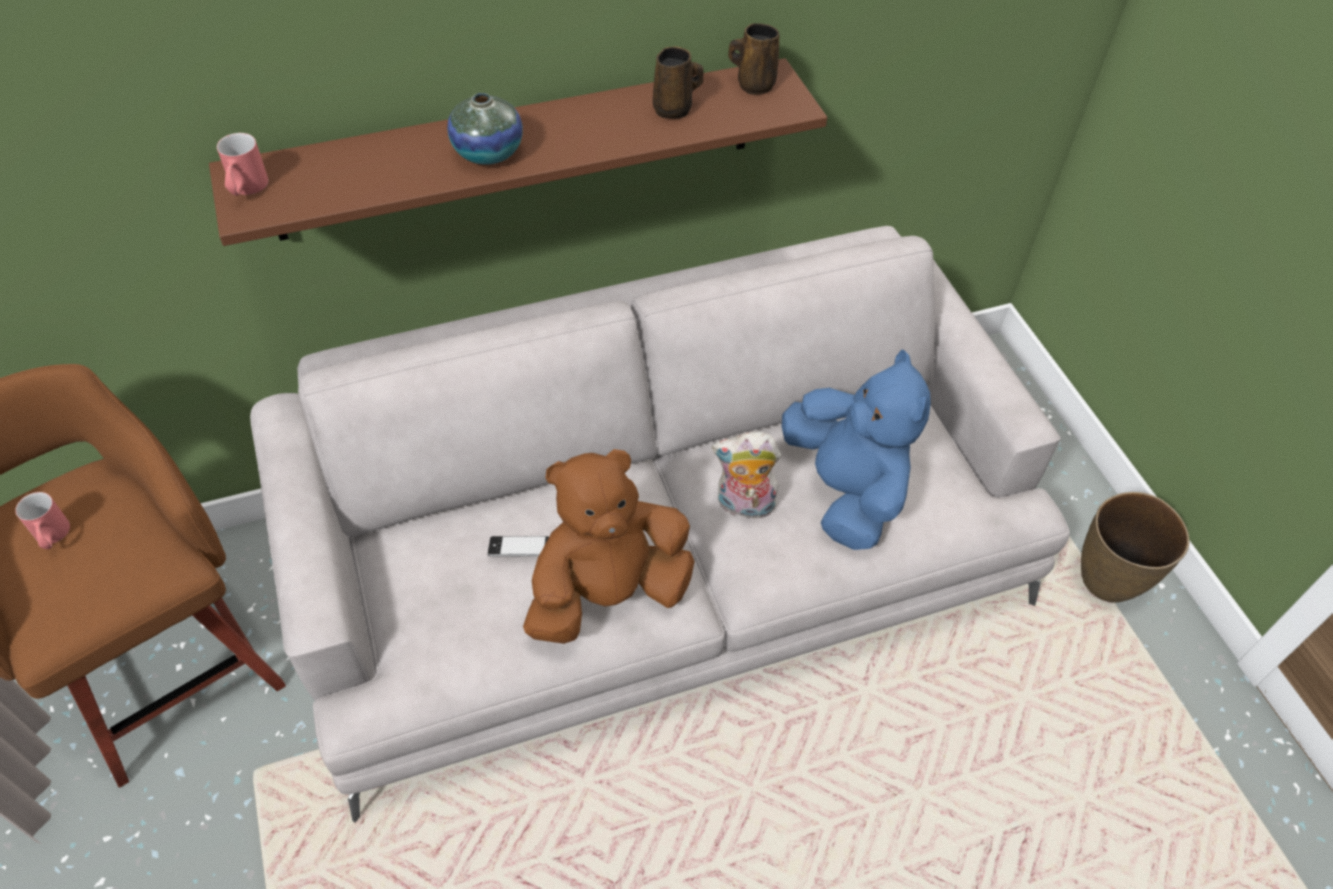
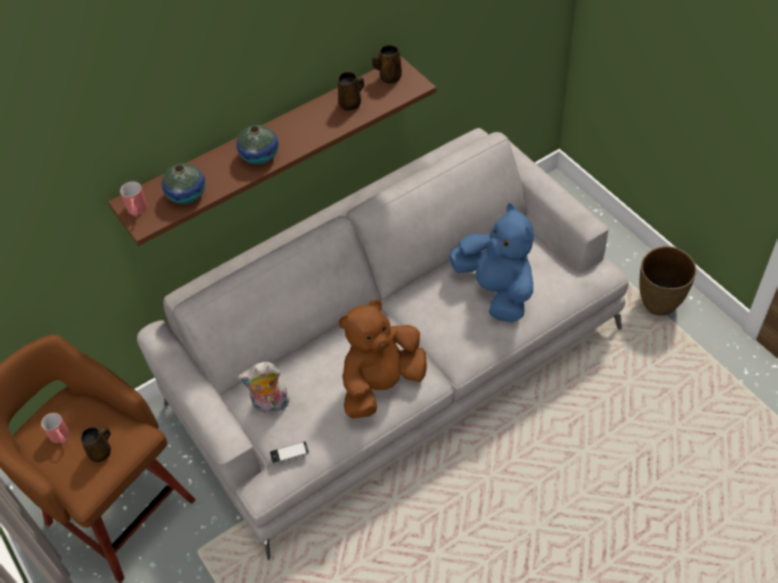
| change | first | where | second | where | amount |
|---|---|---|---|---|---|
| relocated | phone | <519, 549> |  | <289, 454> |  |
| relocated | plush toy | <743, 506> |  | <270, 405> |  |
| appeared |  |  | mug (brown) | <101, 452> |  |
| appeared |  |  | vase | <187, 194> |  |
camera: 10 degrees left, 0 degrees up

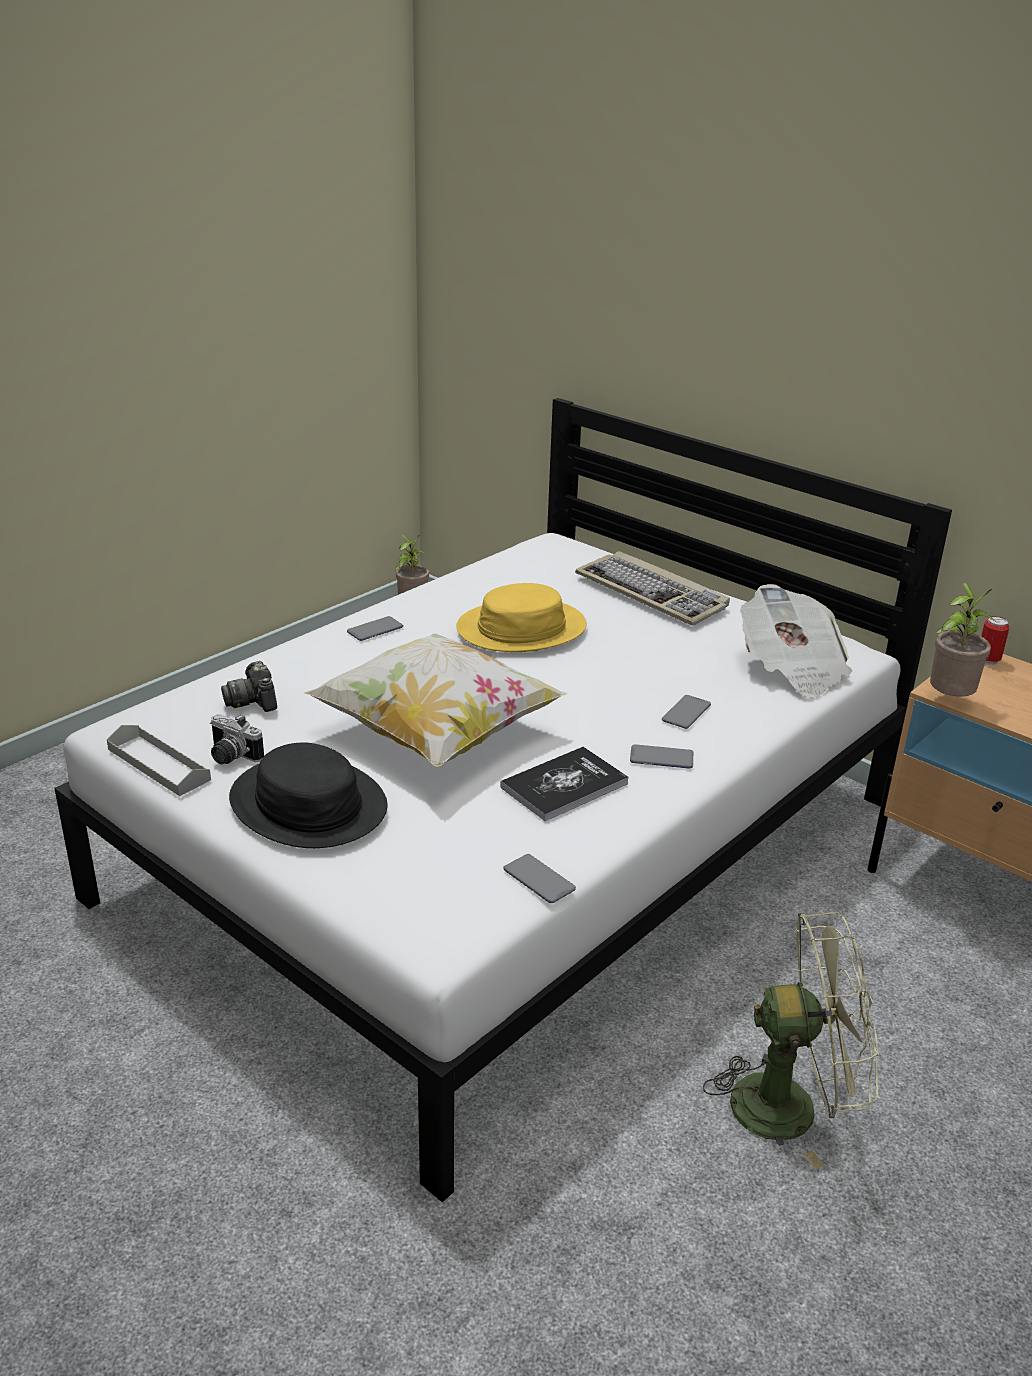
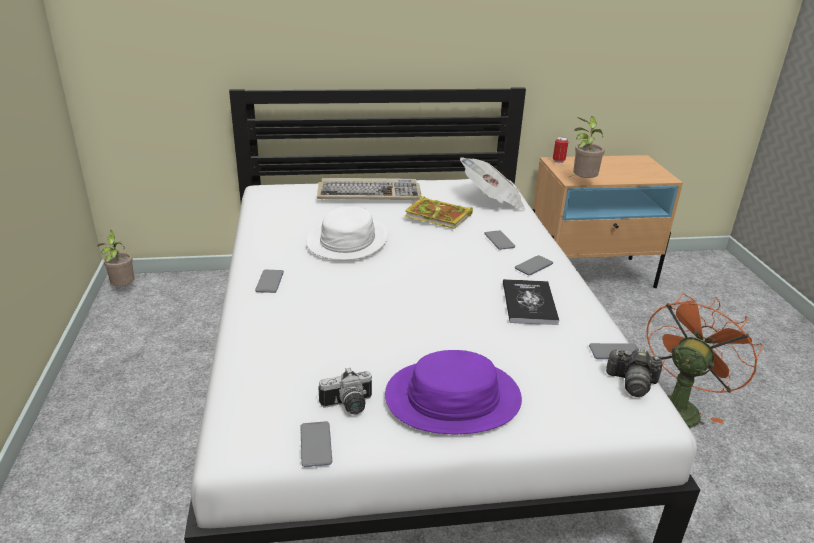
| change | first | where | second | where | amount |
|---|---|---|---|---|---|
| exchanged | tray (grey) | <158, 764> | phone | <316, 444> |  |
| relocated | photo camera | <253, 701> |  | <632, 382> |  |
| colour | hat (black) | <308, 805> | hat (purple) | <453, 398> |  |
| missing | pillow | <436, 734> |  |  |  |
| colour | hat (yellow) | <521, 628> | hat (white) | <347, 240> |  |
| colour | fan (green) | <791, 1105> | fan (orange) | <677, 406> |  |
| appeared |  |  | book | <439, 216> |  |
camera: 50 degrees left, 0 degrees up

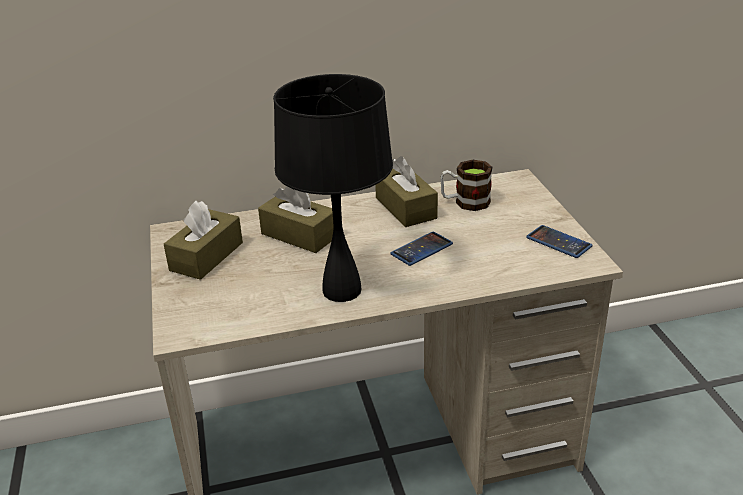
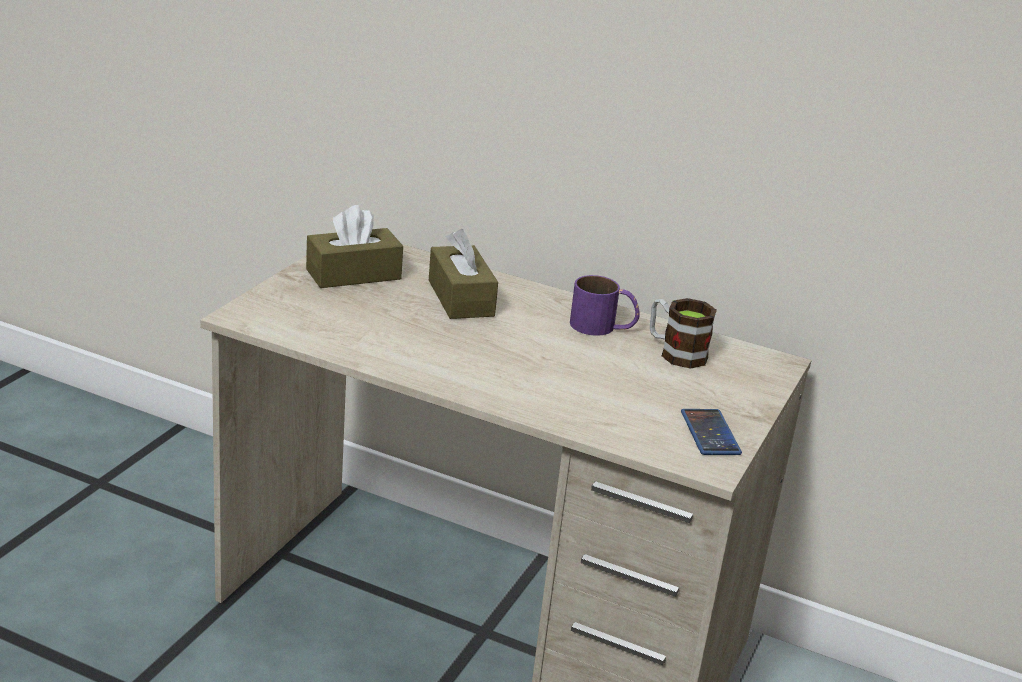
| change | first | where | second | where | amount |
|---|---|---|---|---|---|
| missing | table lamp (black) | <341, 290> |  |  |  |
| exchanged | tissue box (brown) | <405, 208> | mug (purple) | <603, 327> |  |
| missing | phone | <421, 249> |  |  |  |
camera: 35 degrees right, 5 degrees down

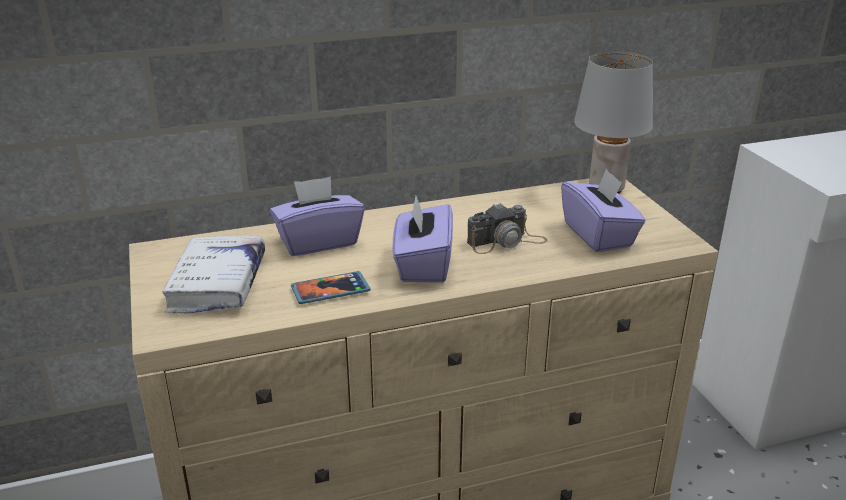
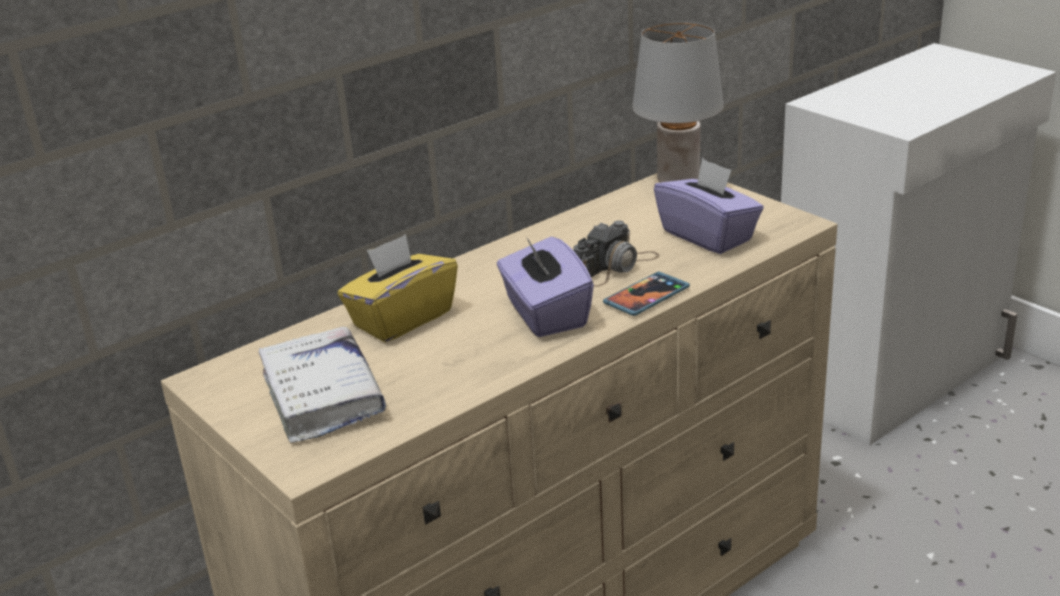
| change | first | where | second | where | amount |
|---|---|---|---|---|---|
| colour | tissue box (purple) | <318, 242> | tissue box (yellow) | <402, 319> |  |
| relocated | phone | <330, 290> |  | <646, 297> |  |
camera: 20 degrees left, 0 degrees up

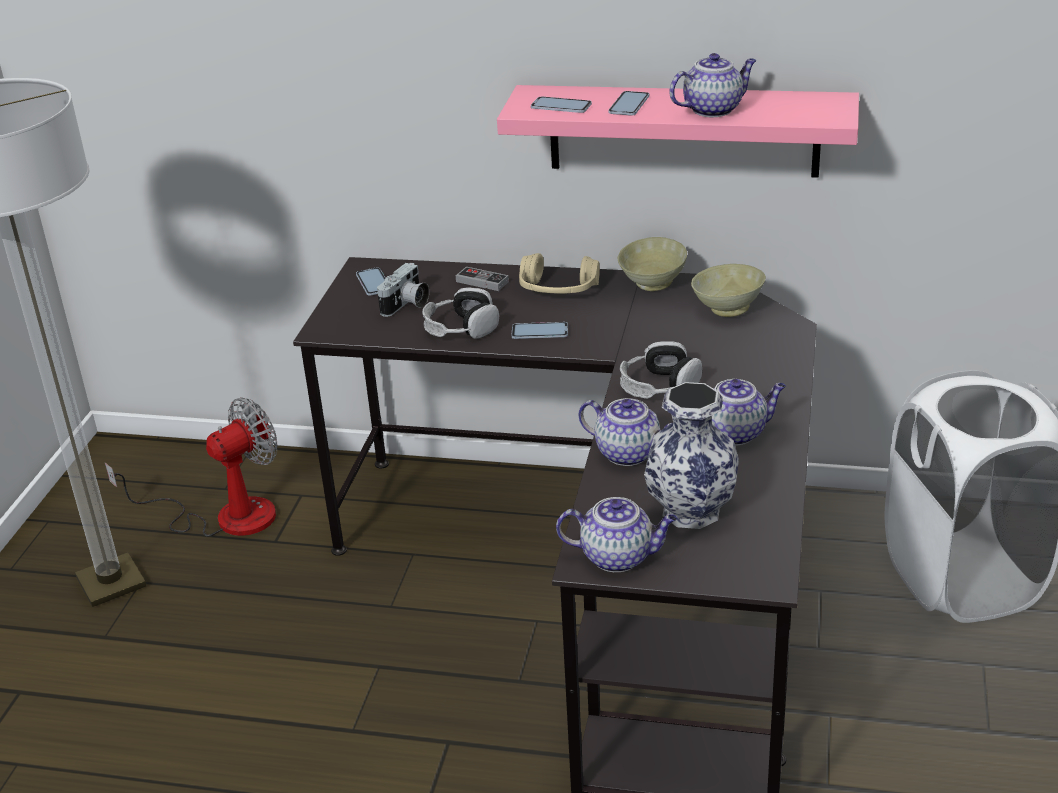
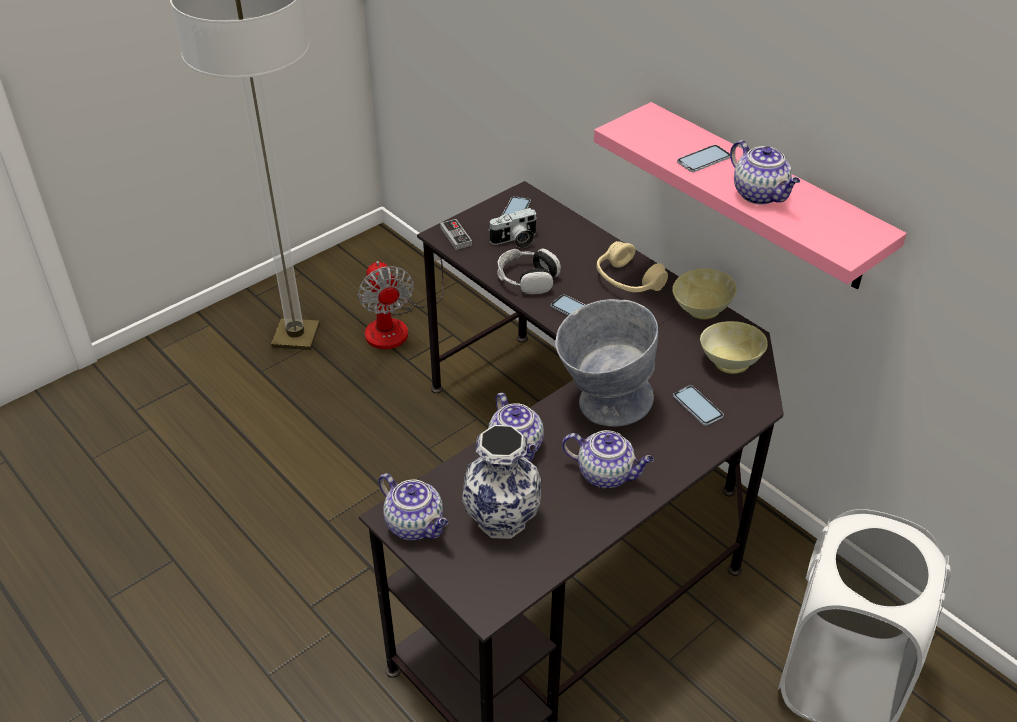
| change | first | where | second | where | amount |
|---|---|---|---|---|---|
| spun | fan | <225, 516> |  | <396, 325> | 75 degrees clockwise |
| relocated | game controller | <482, 281> |  | <456, 236> |  |
| relocated | phone | <561, 106> |  | <698, 406> |  |
| exchanged | headphones | <659, 386> | bowl (grey) | <601, 403> |  |
| spun | teapot | <713, 109> |  | <760, 195> | 45 degrees clockwise |
camera: 35 degrees right, 10 degrees up

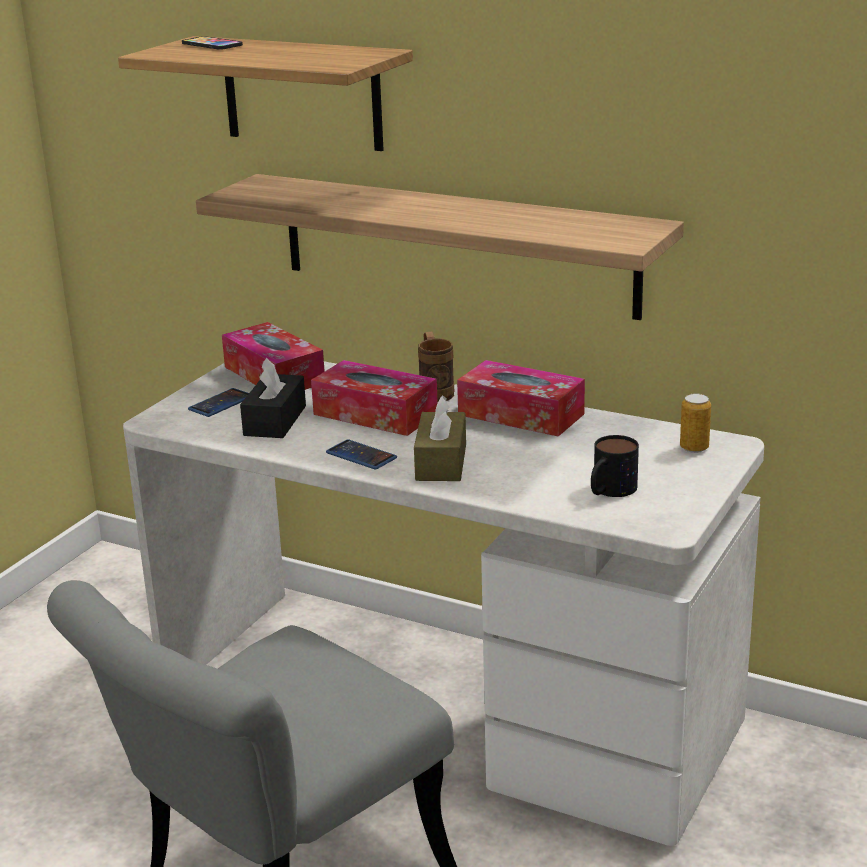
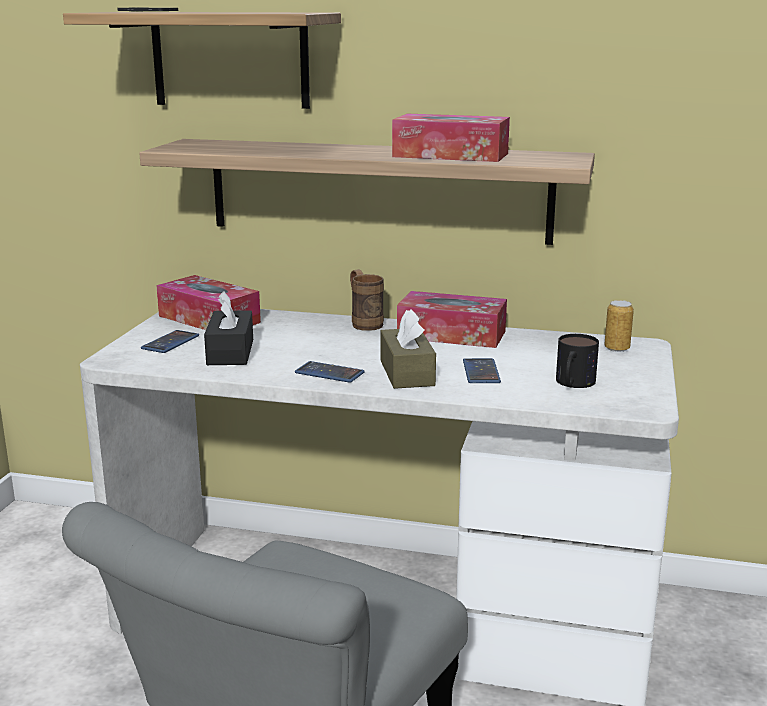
| change | first | where | second | where | amount |
|---|---|---|---|---|---|
| relocated | tissue box | <375, 414> |  | <450, 155> |  |
| appeared |  |  | phone | <481, 372> |  |
camera: 15 degrees left, 5 degrees down

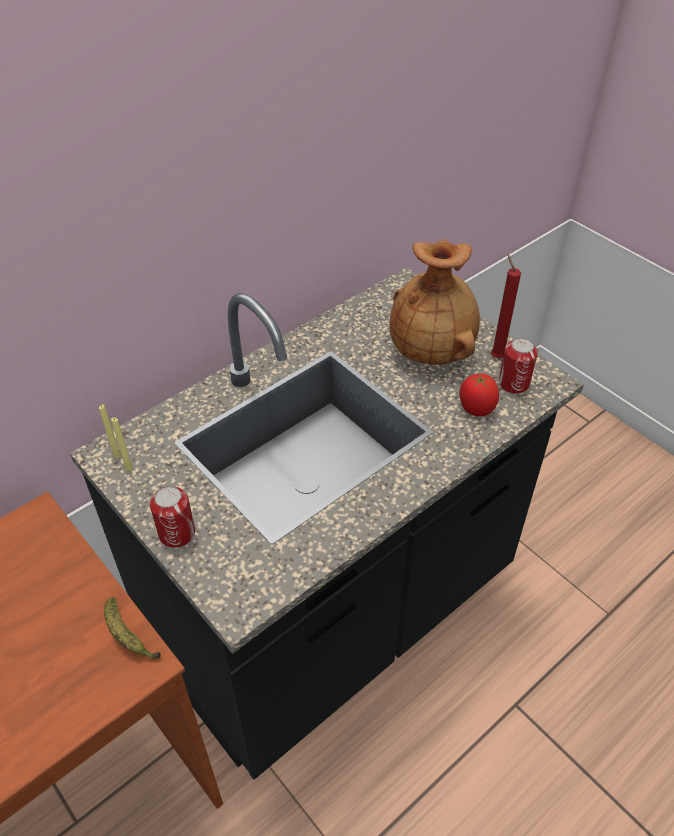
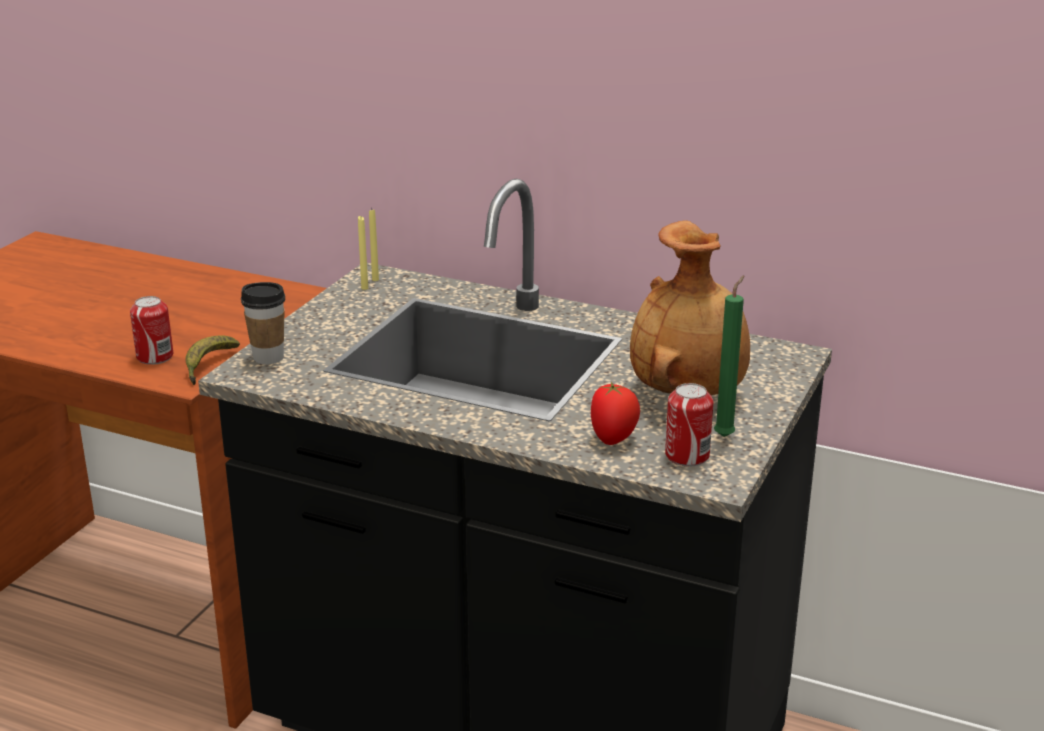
| change | first | where | second | where | amount |
|---|---|---|---|---|---|
| relocated | can | <177, 533> |  | <155, 357> |  |
| colour | candle (red) | <495, 356> | candle (green) | <726, 435> |  |
| appeared |  |  | cup | <268, 357> |  |
camera: 65 degrees right, 20 degrees down

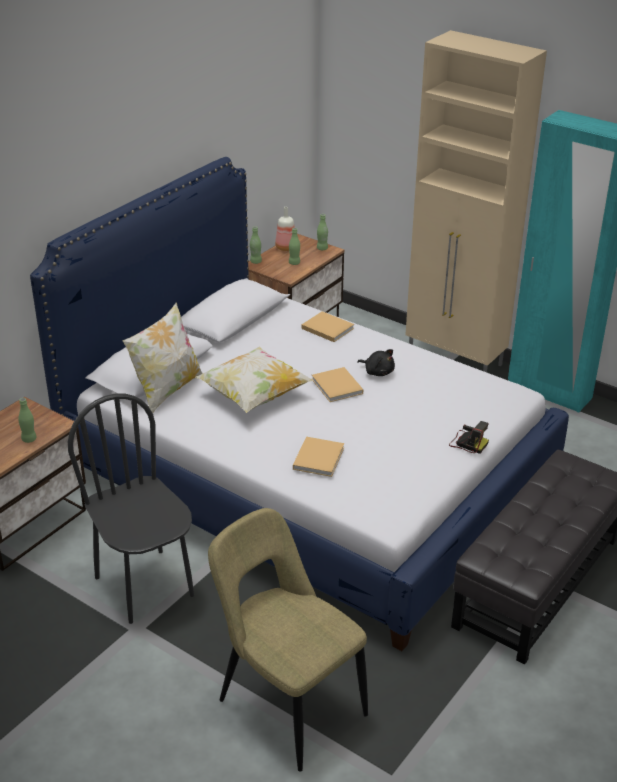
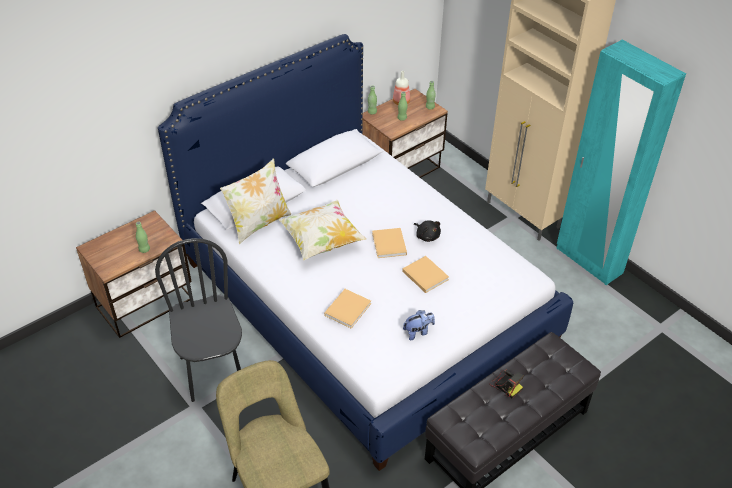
| change | first | where | second | where | amount |
|---|---|---|---|---|---|
| relocated | book (beige) | <326, 328> |  | <424, 274> |  |
| relocated | photo camera | <467, 443> |  | <505, 385> |  |
| appeared |  |  | plush toy | <418, 332> |  |
camera: 15 degrees right, 10 degrees up

